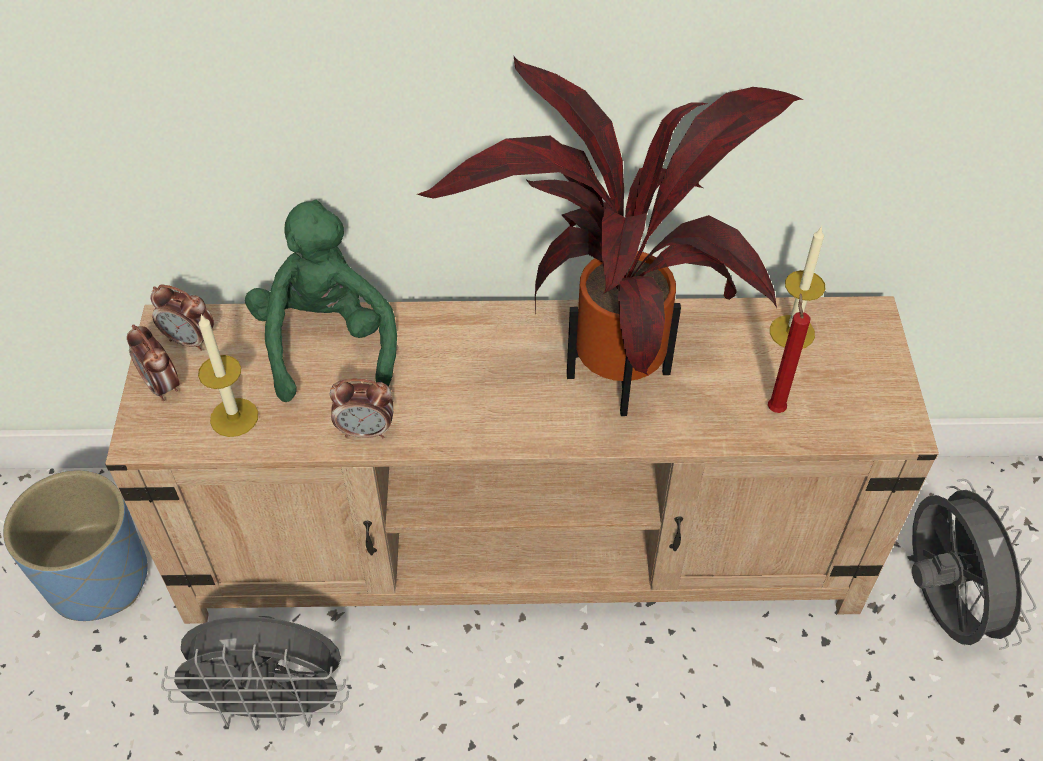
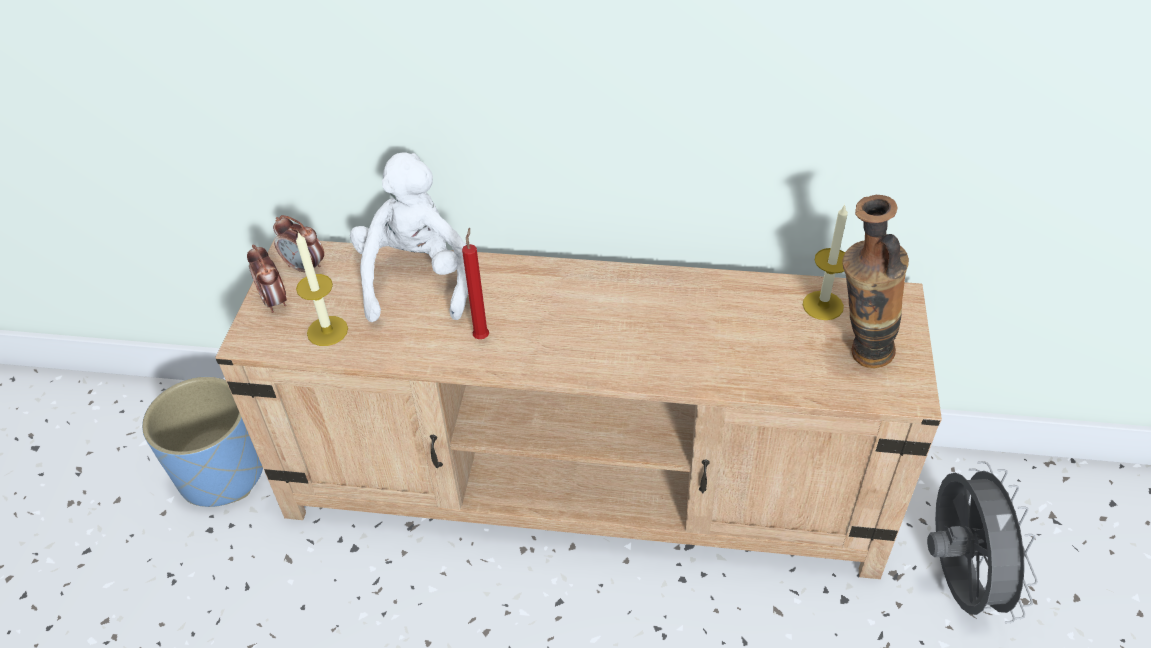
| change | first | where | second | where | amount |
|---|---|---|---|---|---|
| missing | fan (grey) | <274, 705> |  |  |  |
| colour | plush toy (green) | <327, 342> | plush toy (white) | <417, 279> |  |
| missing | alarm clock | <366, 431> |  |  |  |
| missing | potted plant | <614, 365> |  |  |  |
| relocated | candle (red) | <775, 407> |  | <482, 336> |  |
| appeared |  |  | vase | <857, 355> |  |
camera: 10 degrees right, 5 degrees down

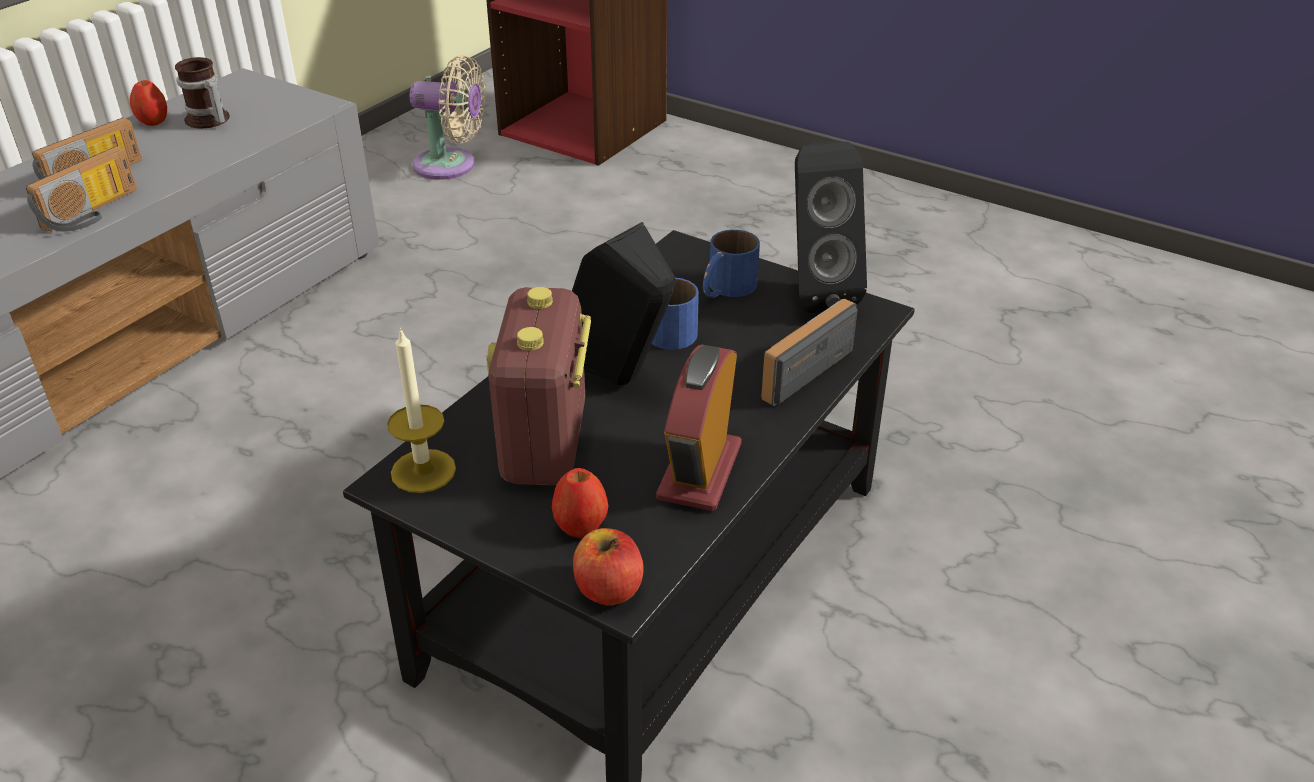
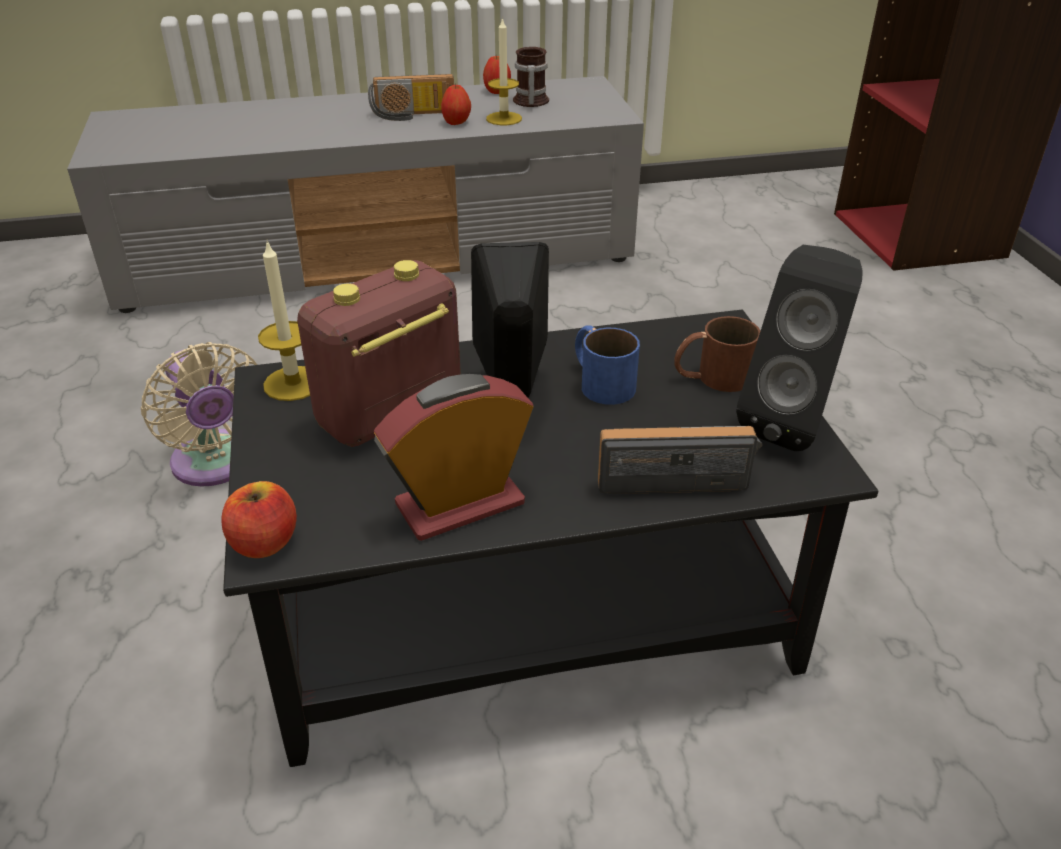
| change | first | where | second | where | amount |
|---|---|---|---|---|---|
| missing | radio | <93, 213> |  |  |  |
| relocated | fan (beige) | <451, 166> |  | <217, 465> |  |
| relocated | apple | <581, 526> |  | <456, 123> |  |
| colour | mug (blue) | <725, 289> | mug (brown) | <712, 377> |  |
| appeared |  |  | candle | <504, 118> |  |
camera: 45 degrees right, 0 degrees up

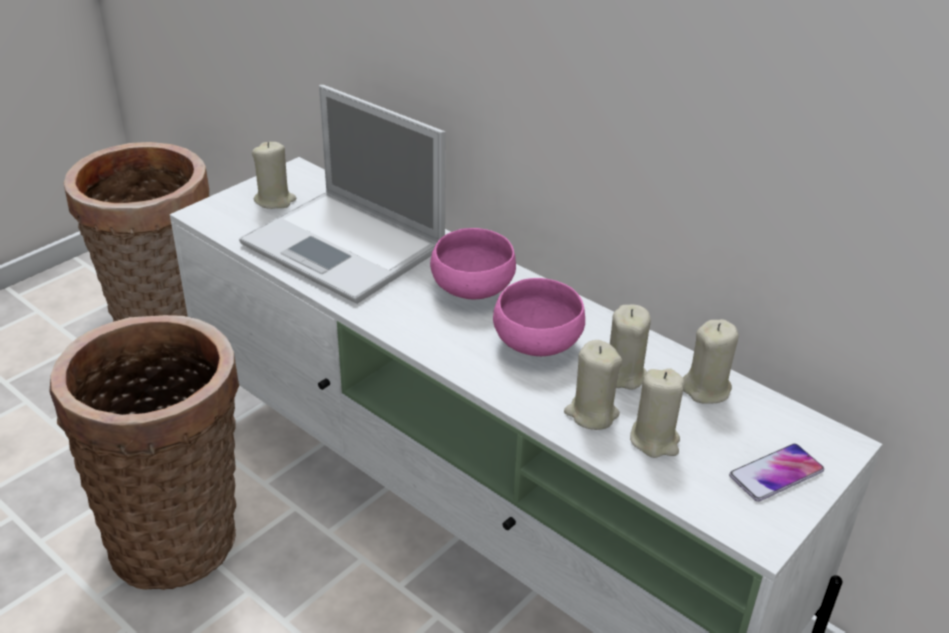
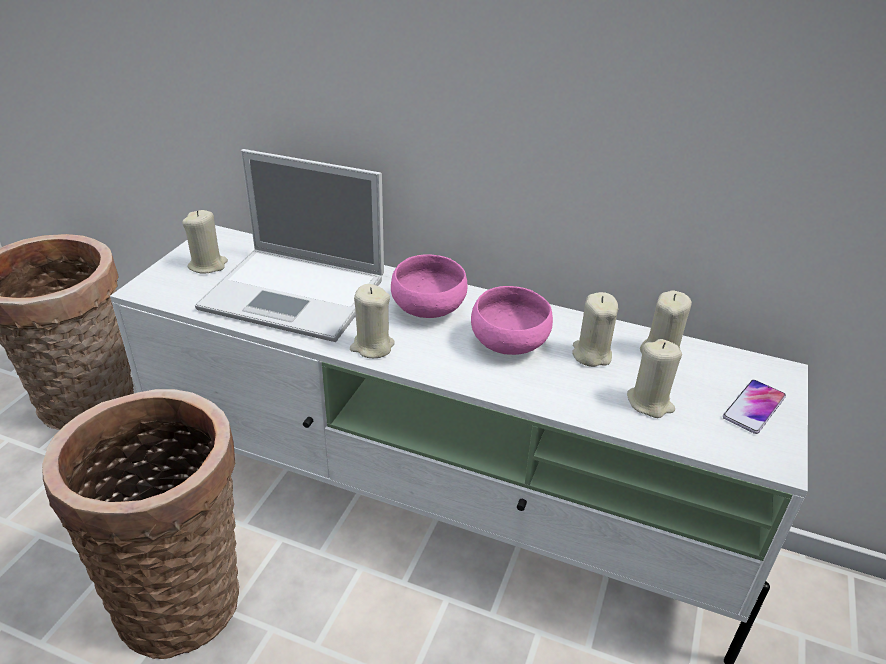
| change | first | where | second | where | amount |
|---|---|---|---|---|---|
| relocated | candle (beige) | <591, 413> |  | <372, 346> |  |
camera: 20 degrees left, 0 degrees up

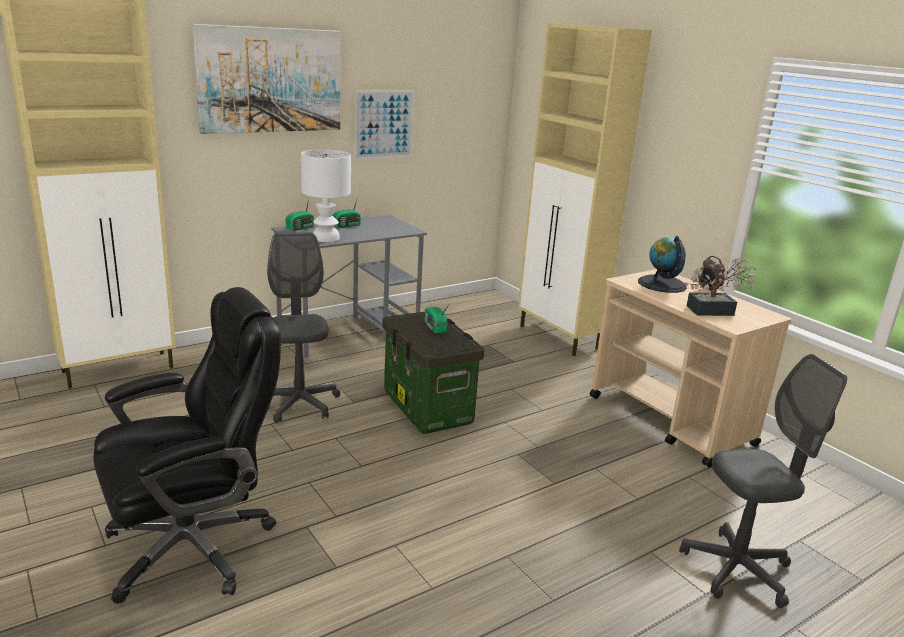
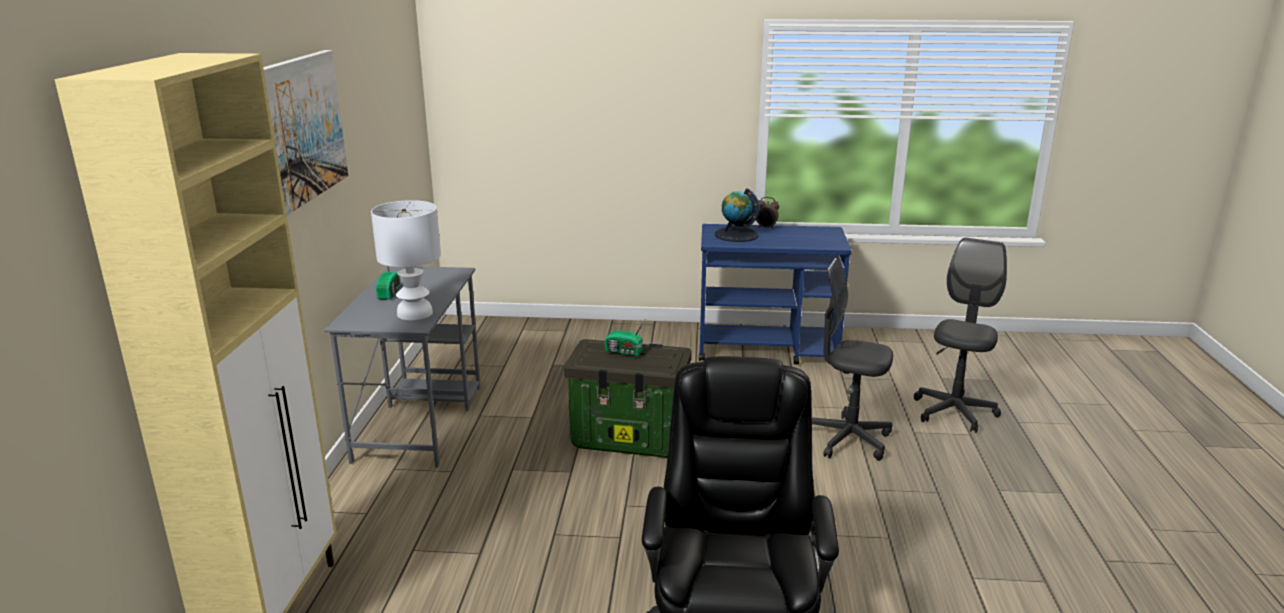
| change | first | where | second | where | amount |
|---|---|---|---|---|---|
| relocated | office chair (grey) | <299, 404> |  | <847, 439> |  |
| missing | radio | <301, 228> |  |  |  |
| missing | picture | <384, 124> |  |  |  |
| missing | cabinet (beige) | <559, 338> |  |  |  |
| colour | cart (beige) | <671, 421> | cart (blue) | <768, 349> |  |
| missing | potted plant | <715, 311> |  |  |  |
camera: 50 degrees left, 0 degrees up

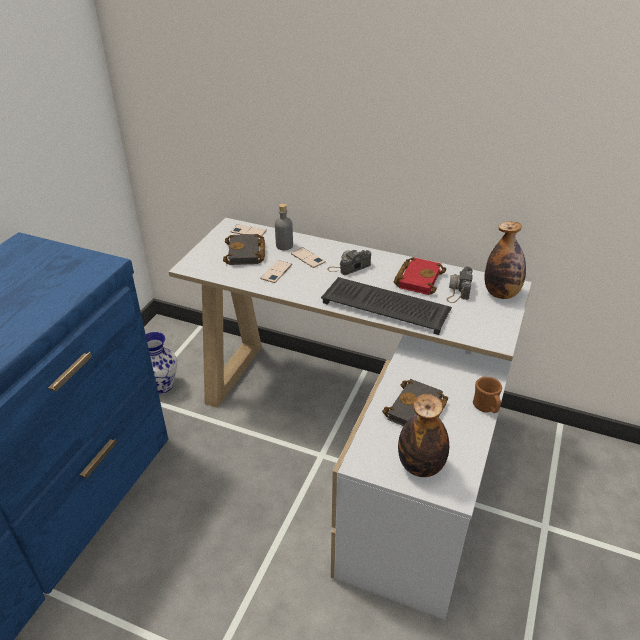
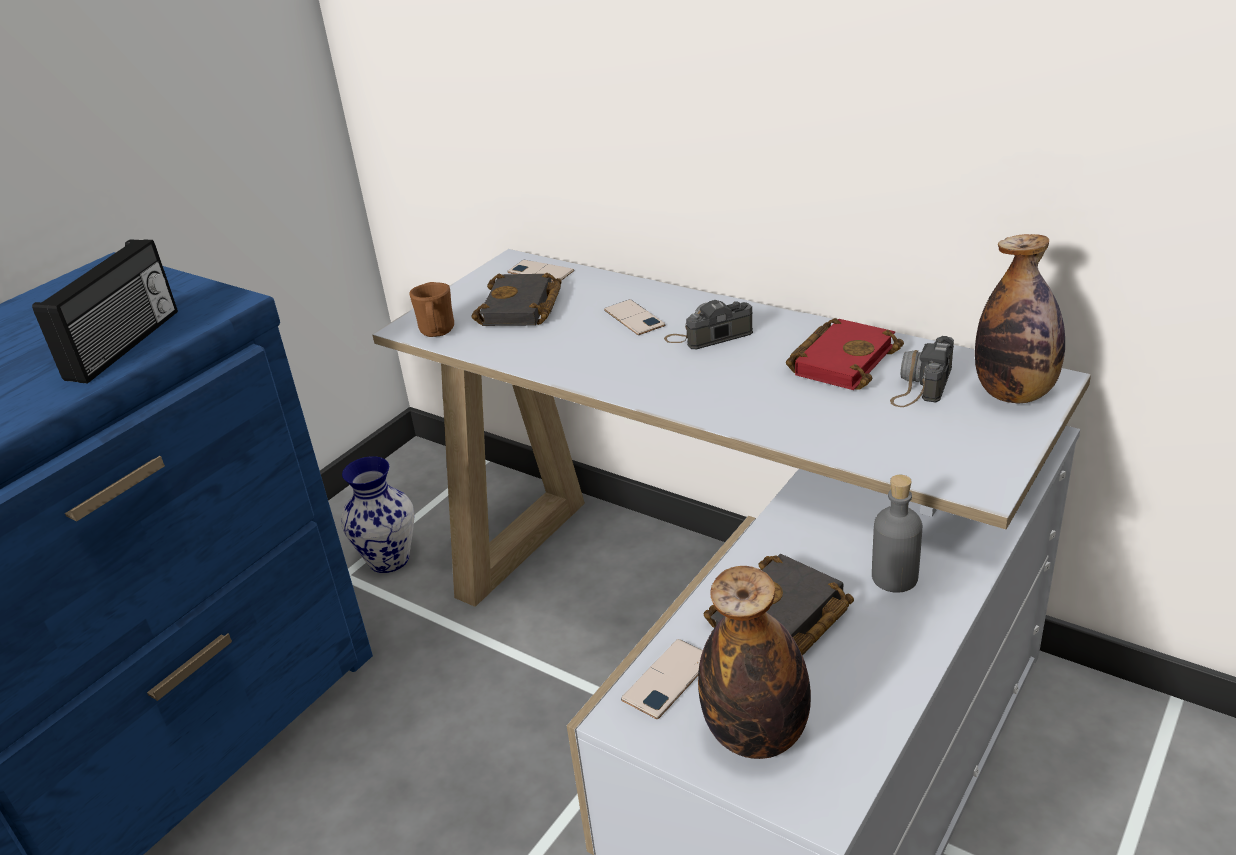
| change | first | where | second | where | amount |
|---|---|---|---|---|---|
| relocated | phone | <276, 272> |  | <668, 679> |  |
| relocated | bottle (grey) | <284, 246> |  | <894, 577> |  |
| missing | keyboard | <387, 306> |  |  |  |
| relocated | mug (brown) | <486, 408> |  | <437, 332> |  |
| appeared |  |  | radio | <126, 345> |  |
camera: 15 degrees right, 5 degrees down

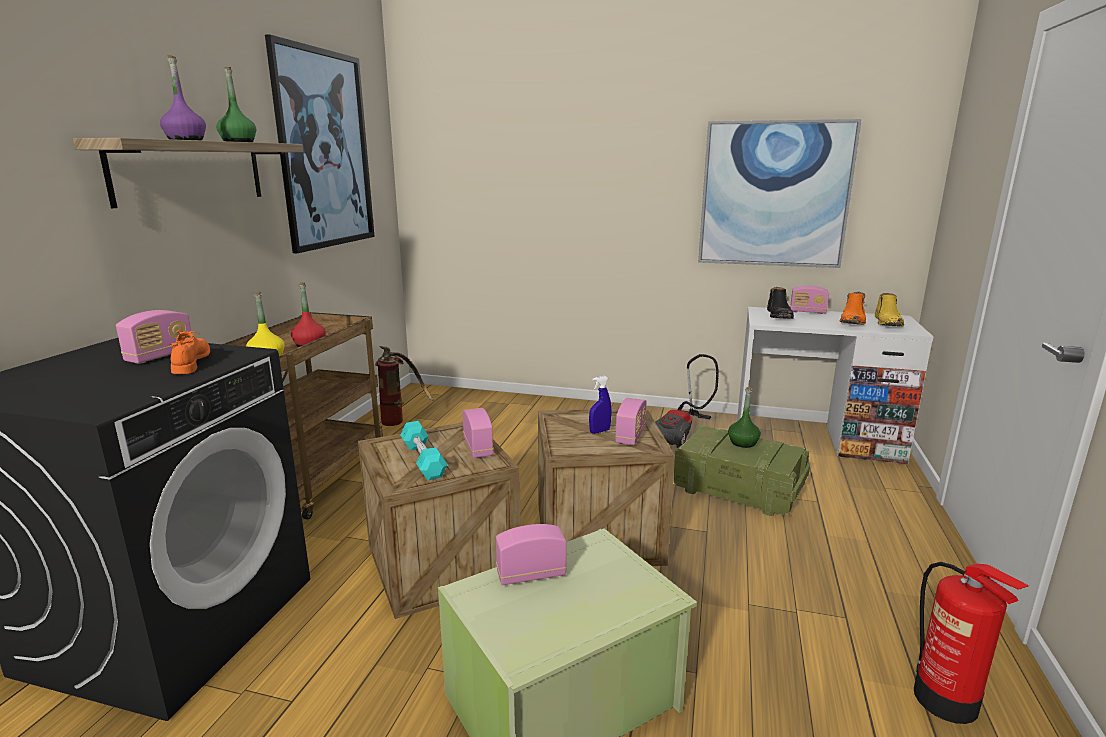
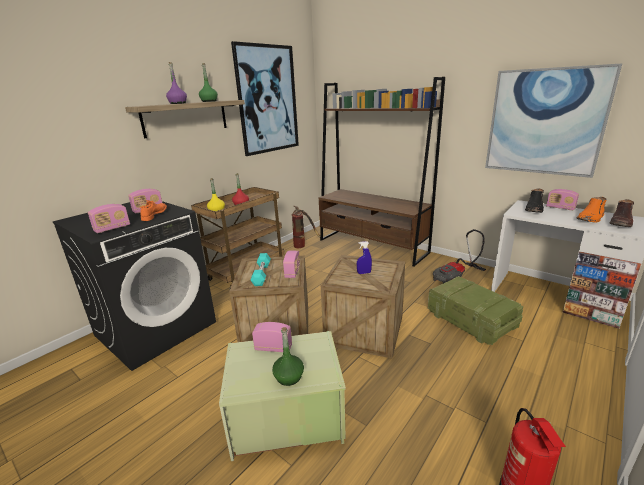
| change | first | where | second | where | amount |
|---|---|---|---|---|---|
| relocated | radio | <630, 436> |  | <112, 228> |  |
| relocated | bottle (green) | <742, 443> |  | <288, 377> |  |
| colour | boot (yellow) | <888, 323> | boot (brown) | <621, 223> |  |
| appeared |  |  | bookcase (brown) | <372, 246> |  |
camera: 25 degrees right, 5 degrees up

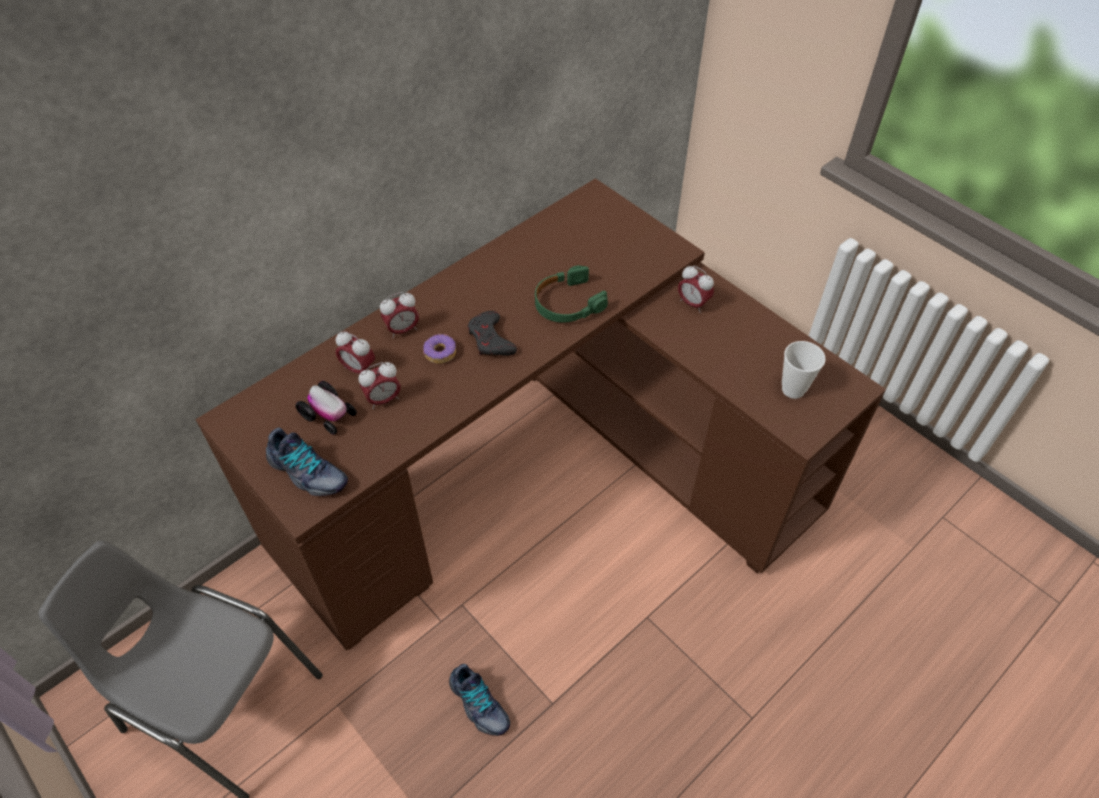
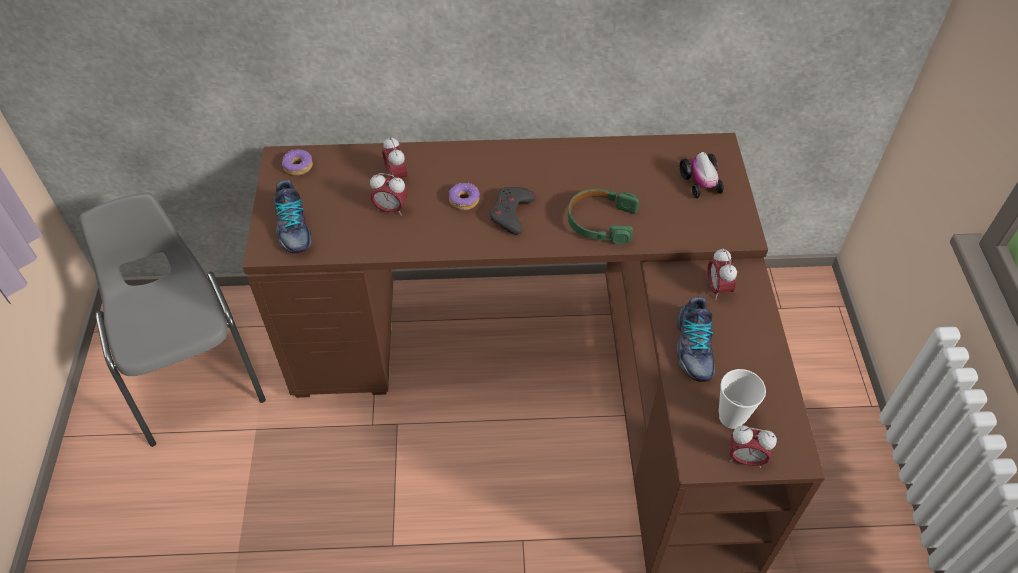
| change | first | where | second | where | amount |
|---|---|---|---|---|---|
| relocated | toy car | <329, 415> |  | <700, 183> |  |
| relocated | alarm clock | <402, 330> |  | <745, 458> |  |
| relocated | shoe | <478, 704> |  | <693, 348> |  |
| appeared |  |  | donut | <298, 166> |  |
camera: 40 degrees right, 0 degrees up

